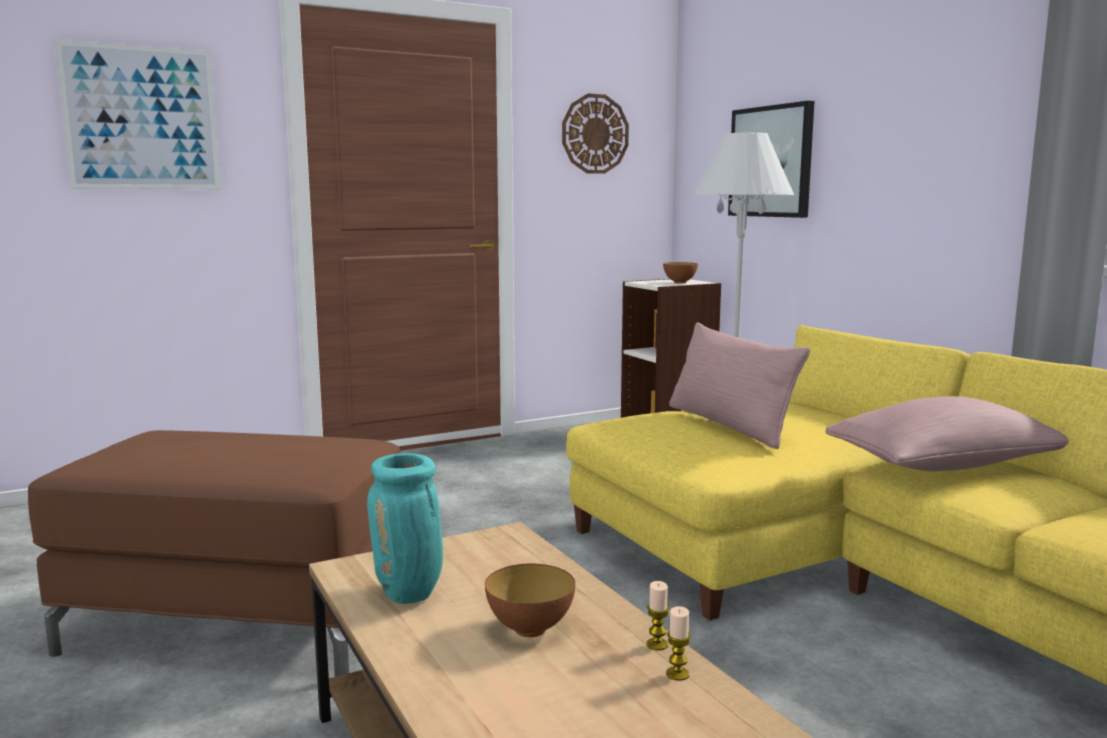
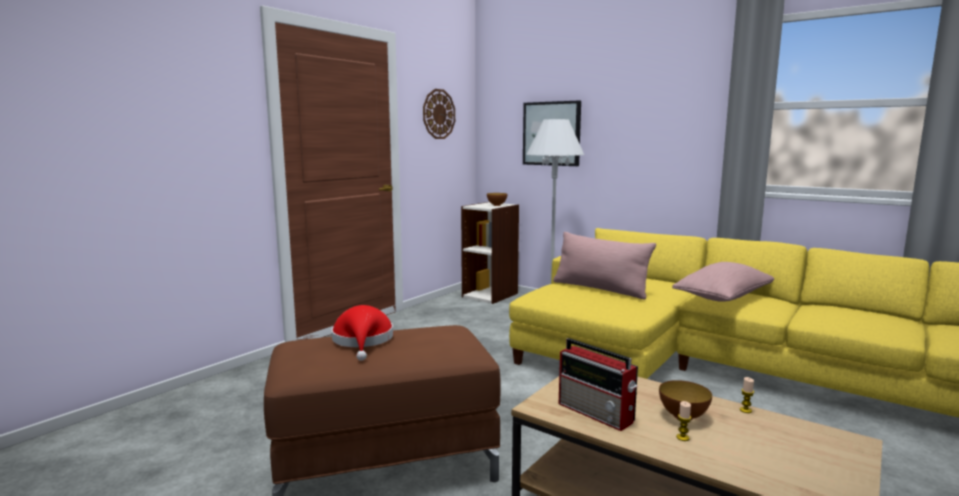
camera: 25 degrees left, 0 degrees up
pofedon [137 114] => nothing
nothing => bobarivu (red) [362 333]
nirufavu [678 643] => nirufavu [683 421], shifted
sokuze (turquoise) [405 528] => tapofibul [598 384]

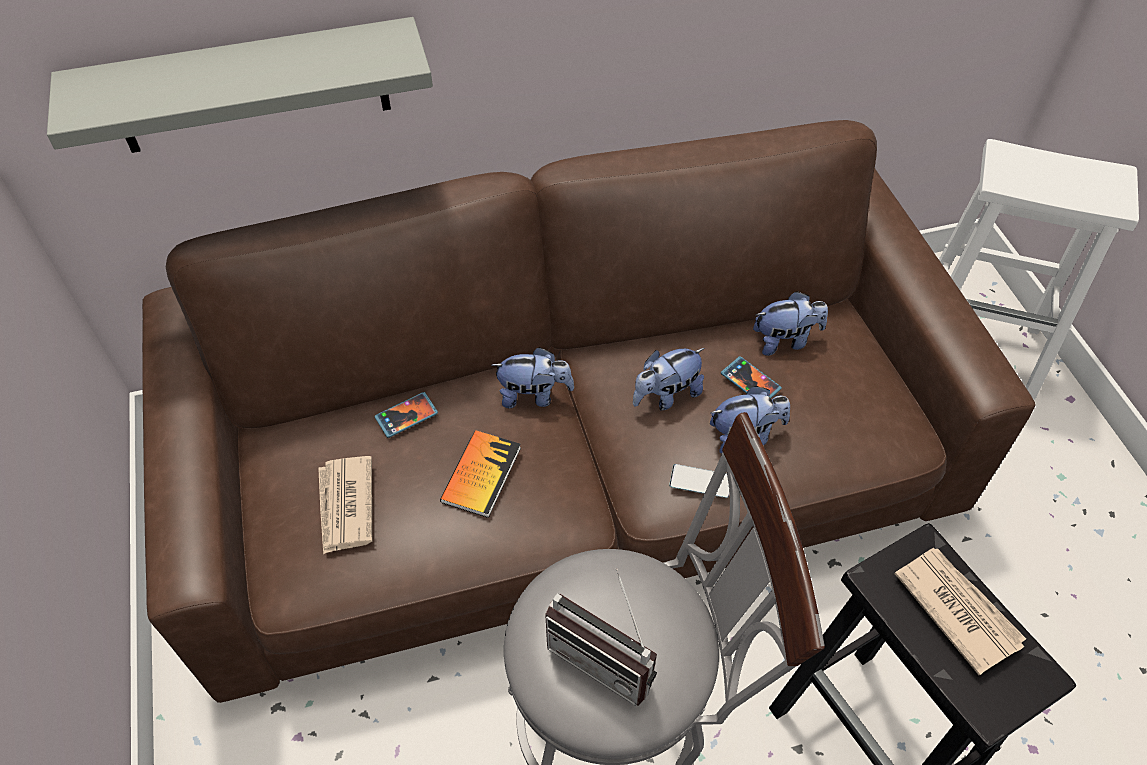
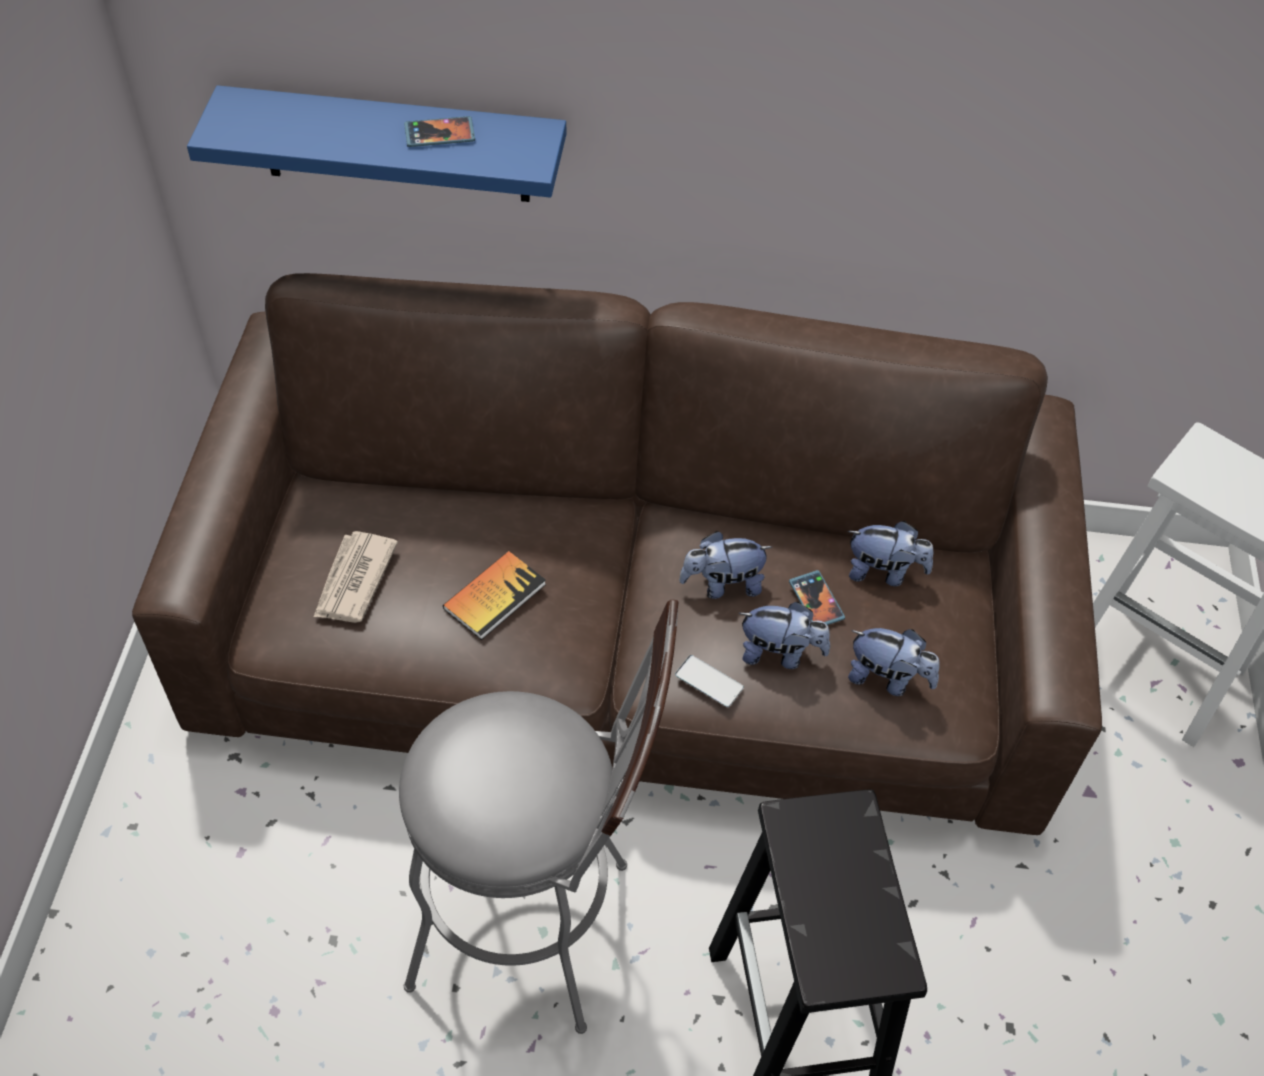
camera: 20 degrees right, 0 degrees up
tapofibul [601 637] => nothing
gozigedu [960 611] => nothing
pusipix [406 415] => pusipix [439 131], shifted
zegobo [533 377] => zegobo [894 662], shifted
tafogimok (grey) [240 85] => tafogimok (blue) [376 143]

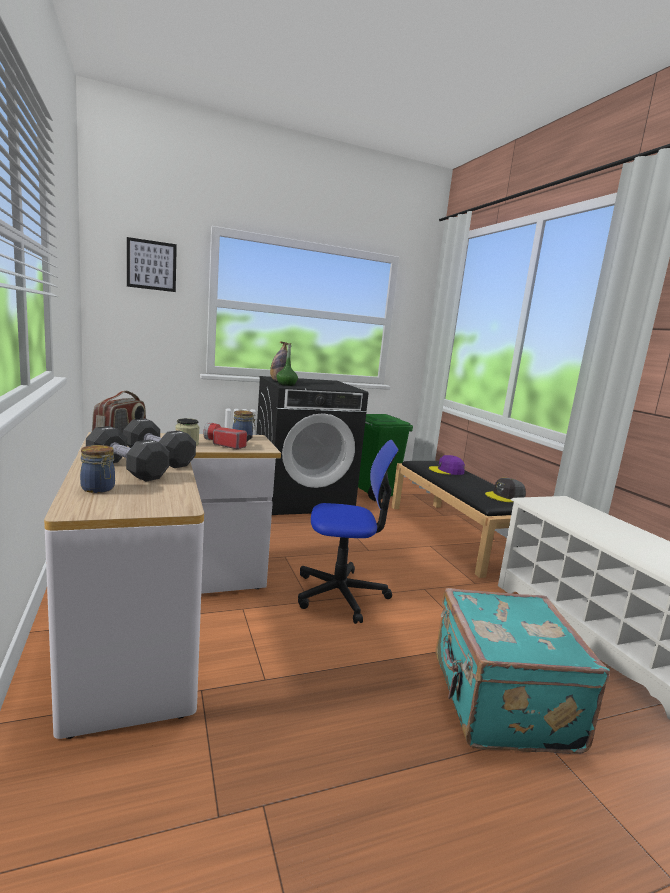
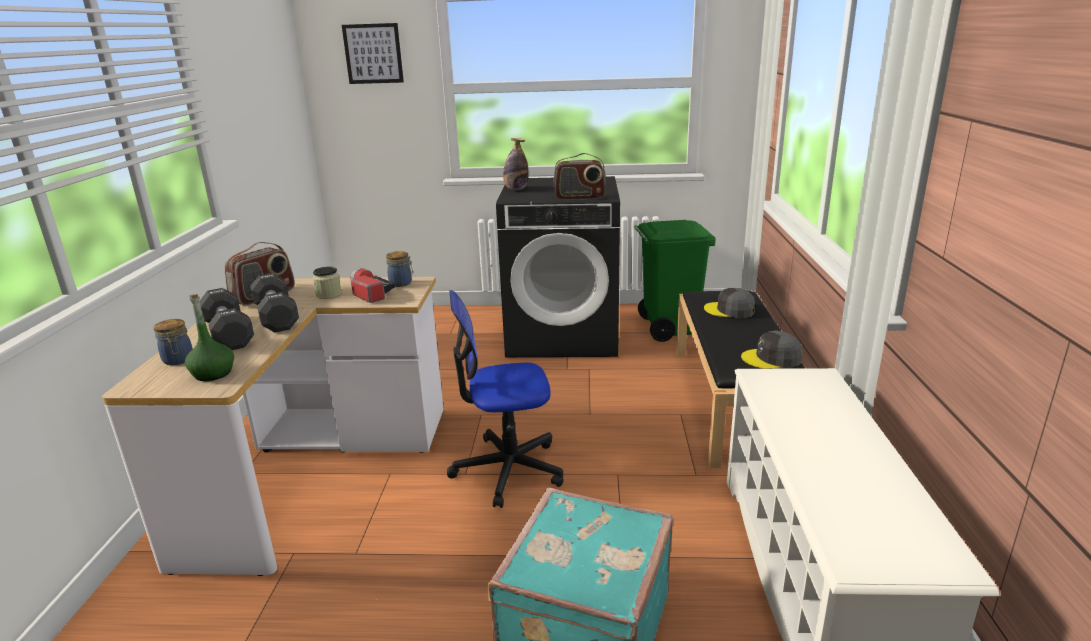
camera: 25 degrees right, 10 degrees up
nothing => tapofibul [579 176]
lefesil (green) [287 364] => lefesil (green) [209 337], shifted
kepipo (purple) [447 465] => kepipo (grey) [729 303]
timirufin [348 532] => timirufin [505 399], 150 degrees clockwise

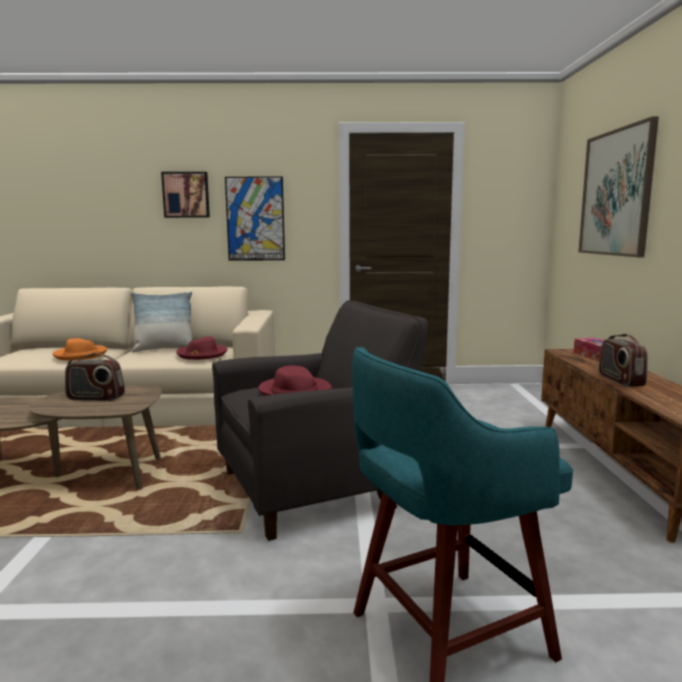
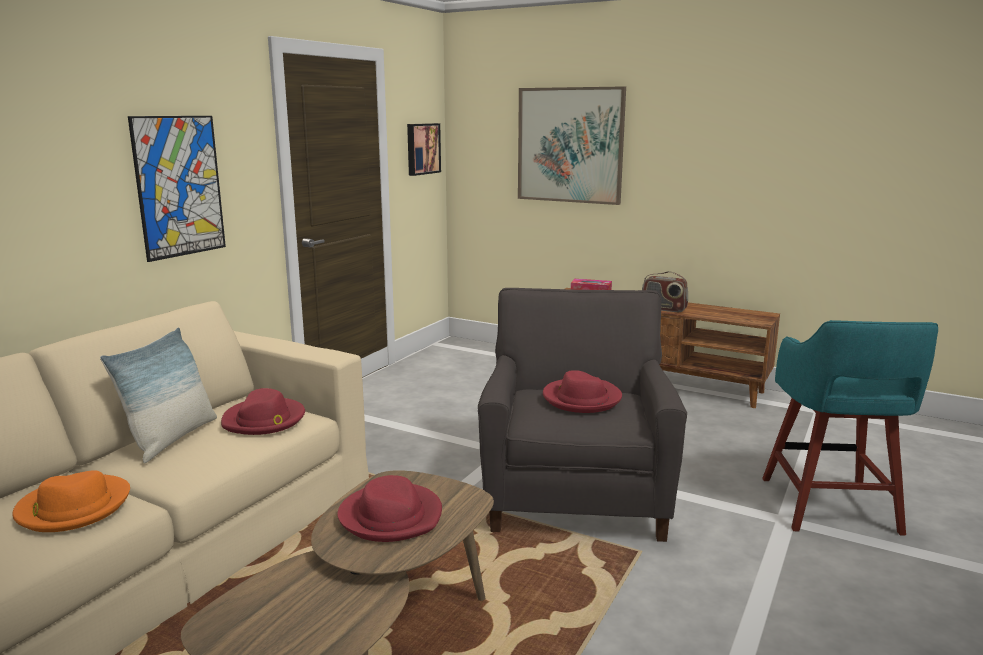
camera: 60 degrees left, 5 degrees up
pofedon [185 195] => pofedon [424 149], shifted
tapofibul [95 377] => bobarivu (red) [389 508]

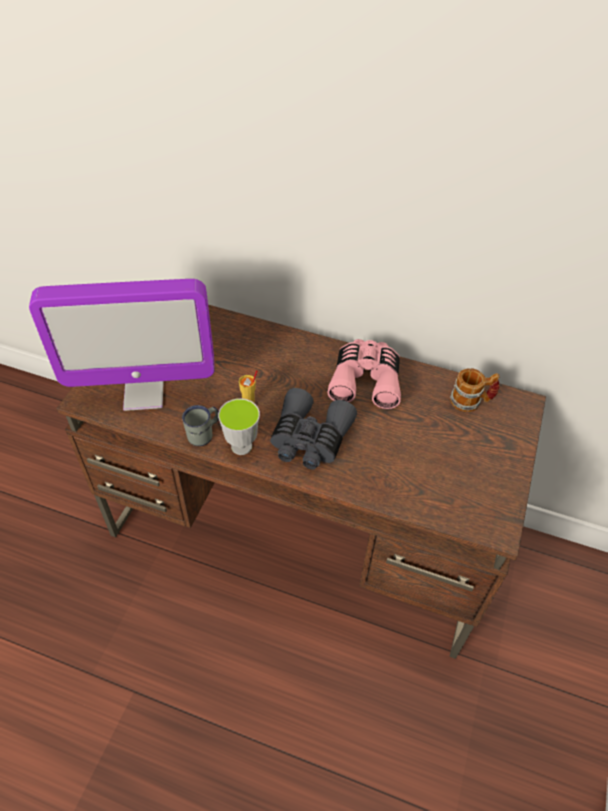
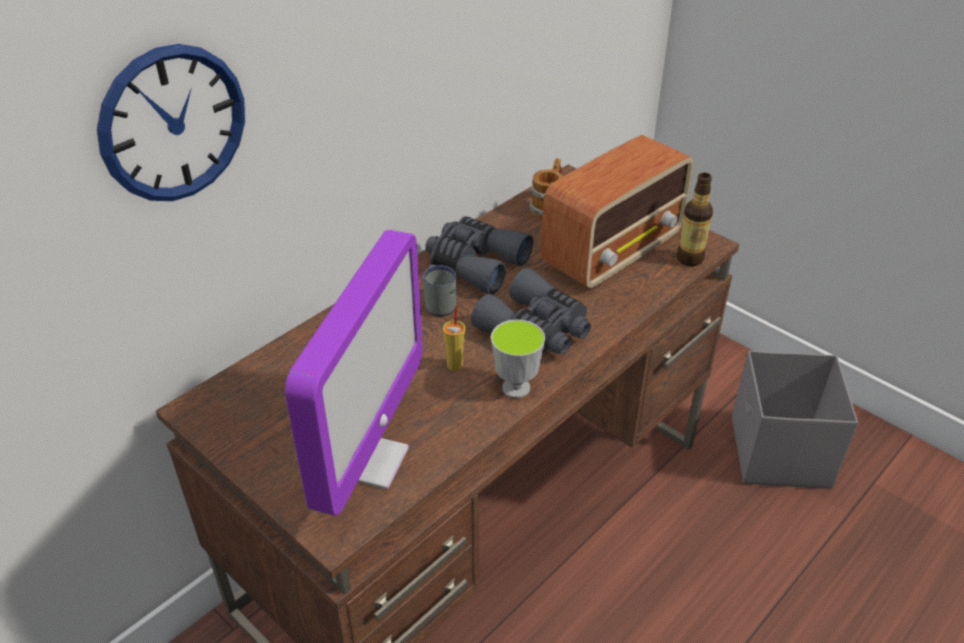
camera: 65 degrees left, 10 degrees down
nothing => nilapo [171 122]
nothing => tapofibul [617 212]
nothing => lefesil [694 219]
nothing => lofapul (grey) [795 420]
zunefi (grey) [200 425] => zunefi (grey) [440 290], shifted
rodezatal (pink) [364 374] => rodezatal (grey) [479 255]

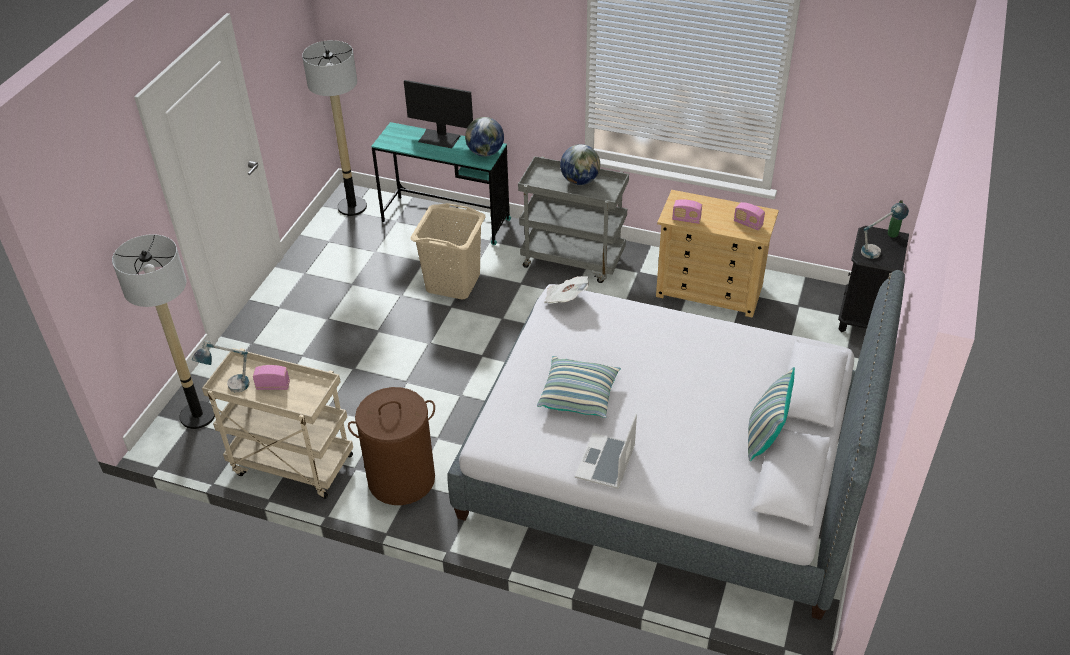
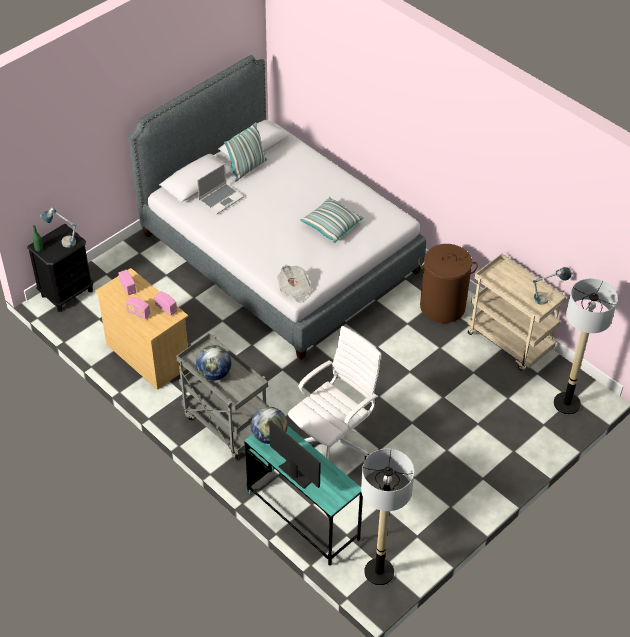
camera: 155 degrees left, 5 degrees up
tapofibul [271 377] => tapofibul [138 308], shifted
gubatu [606 451] => gubatu [220 188], shifted
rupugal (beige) [448 251] => timirufin (white) [335 392]

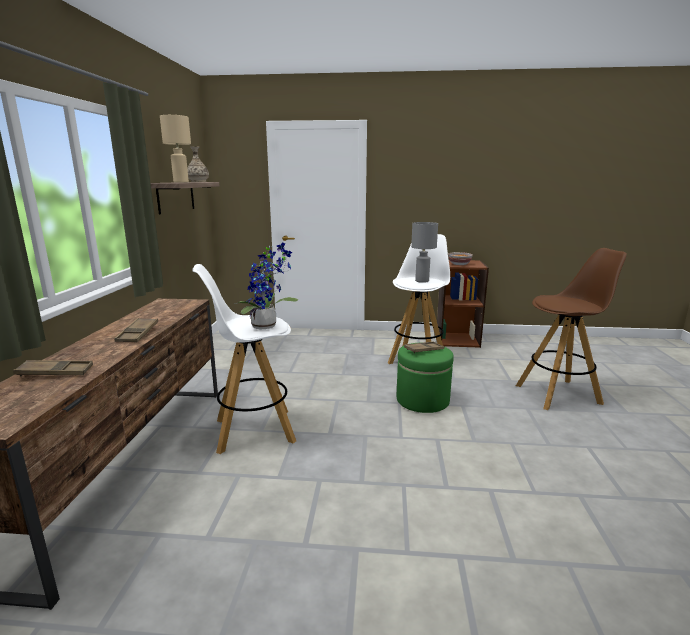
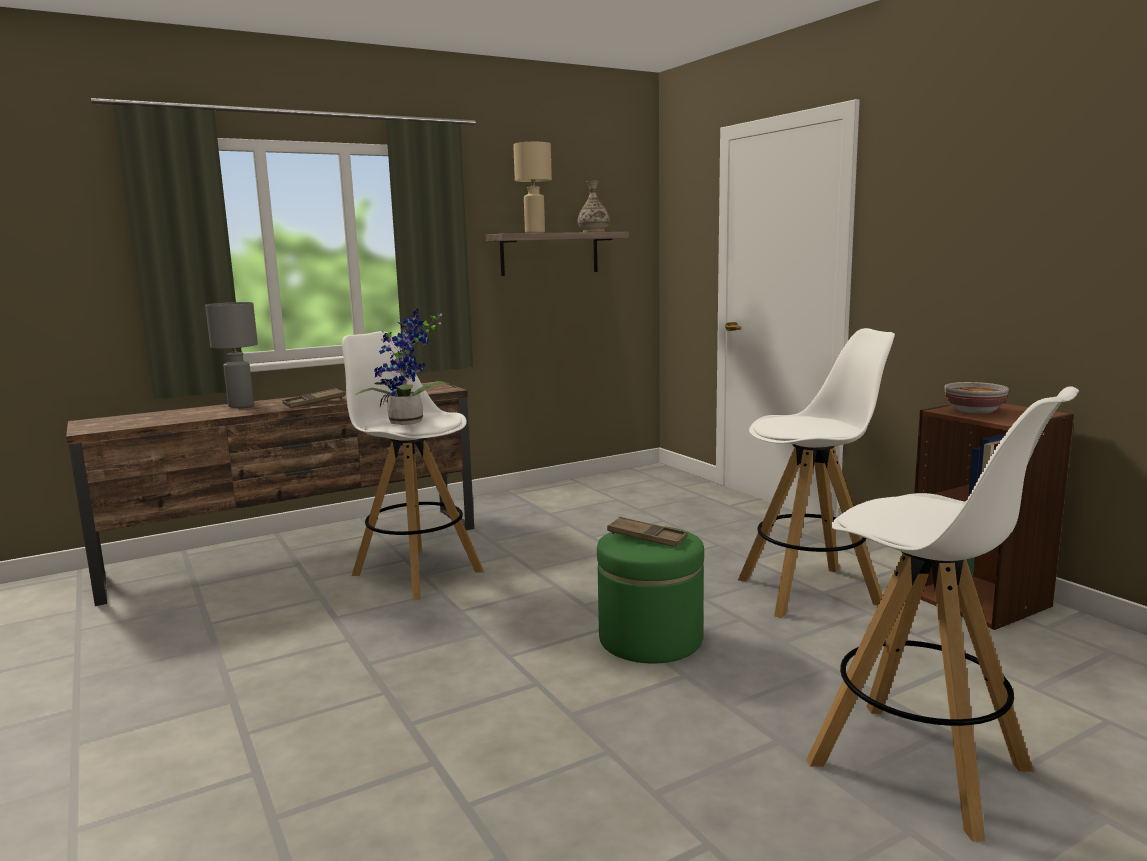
camera: 55 degrees right, 5 degrees down
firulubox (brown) [53 368] => nothing
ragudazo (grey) [424 252] => ragudazo (grey) [231 355], shifted
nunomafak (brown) [571 329] => nunomafak (white) [942 613]

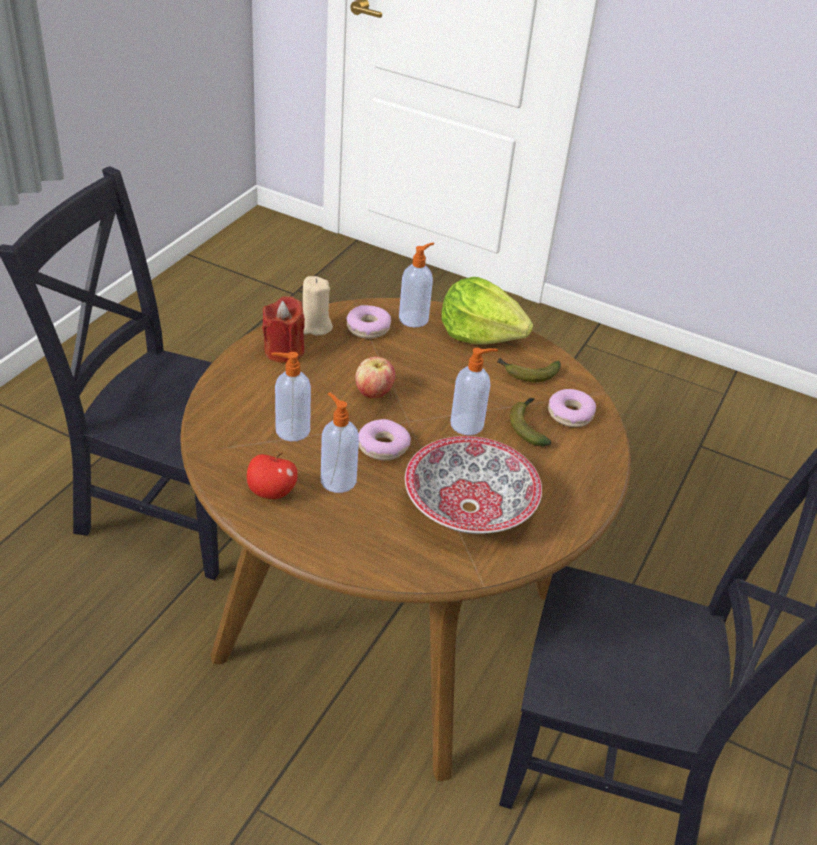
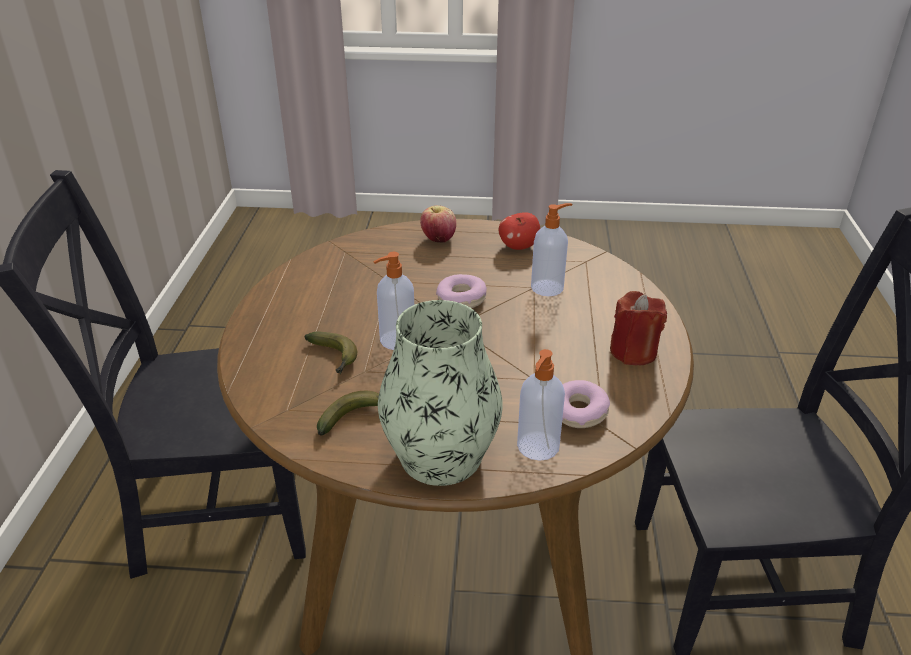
camera: 160 degrees right, 5 degrees down
nirufavu (beige) [318 306] => nothing
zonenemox [340 442] => nothing
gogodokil [473 485] => nothing
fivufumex [572 408] => nothing
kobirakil [375 377] => kobirakil [438 224], shifted
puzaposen [487 310] => sokuze [440 393]

